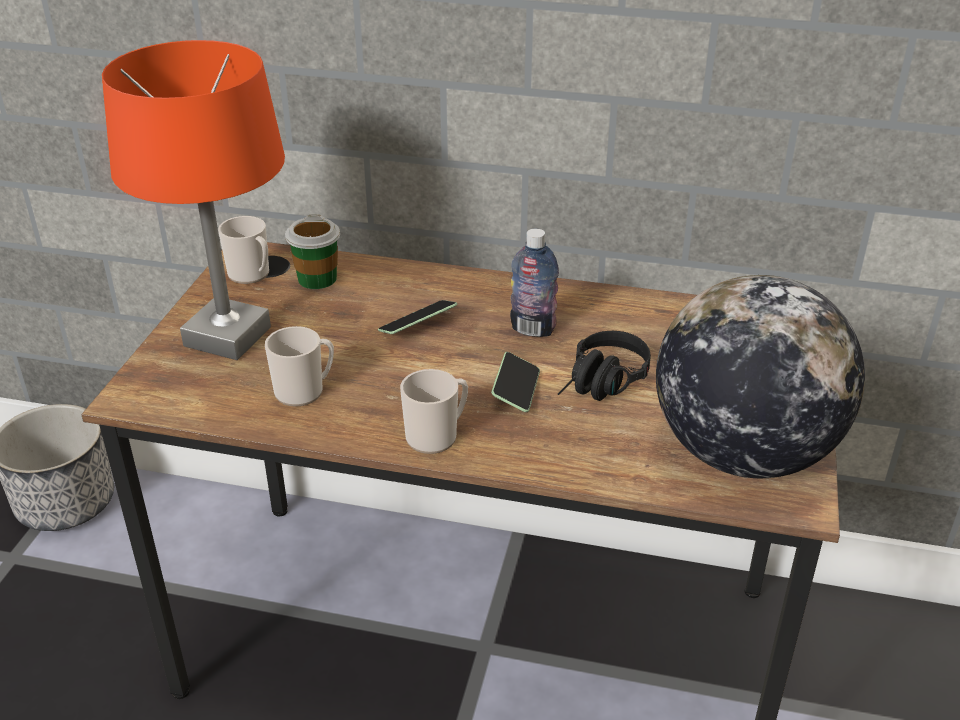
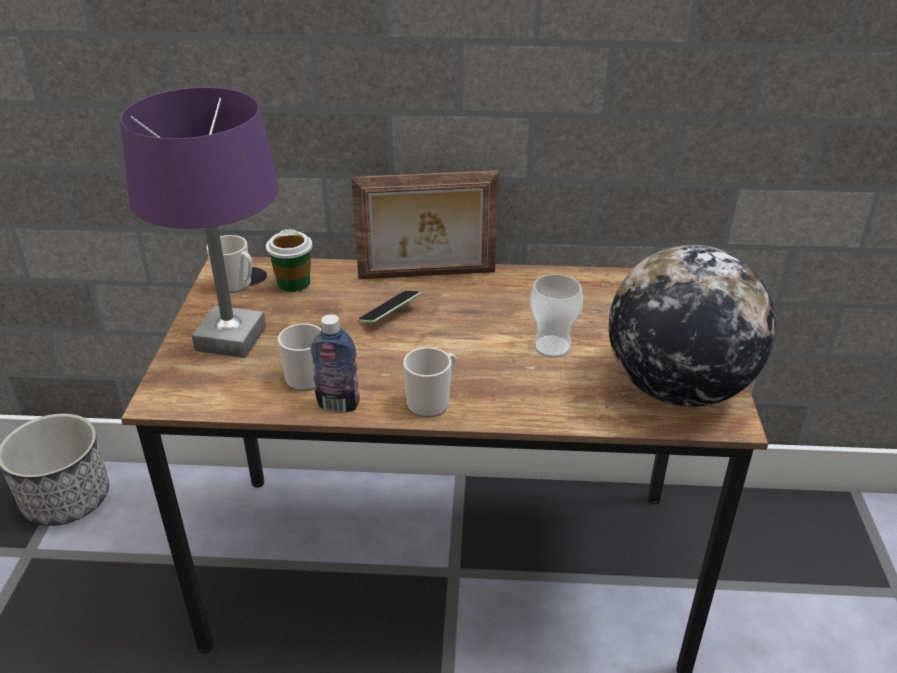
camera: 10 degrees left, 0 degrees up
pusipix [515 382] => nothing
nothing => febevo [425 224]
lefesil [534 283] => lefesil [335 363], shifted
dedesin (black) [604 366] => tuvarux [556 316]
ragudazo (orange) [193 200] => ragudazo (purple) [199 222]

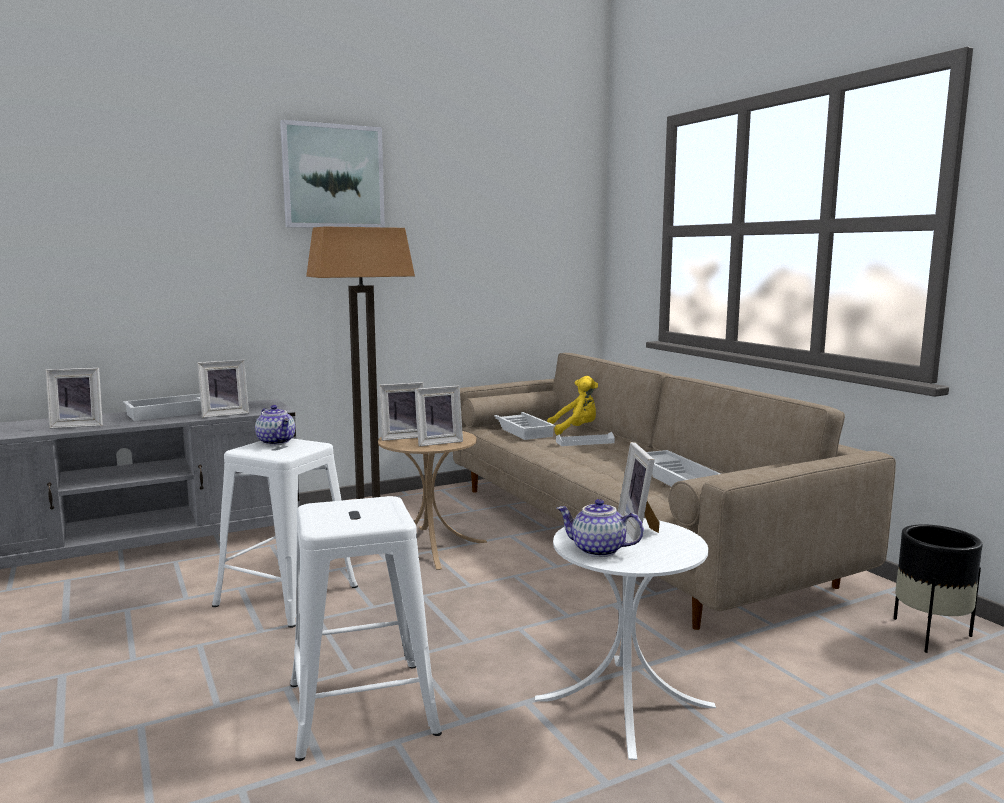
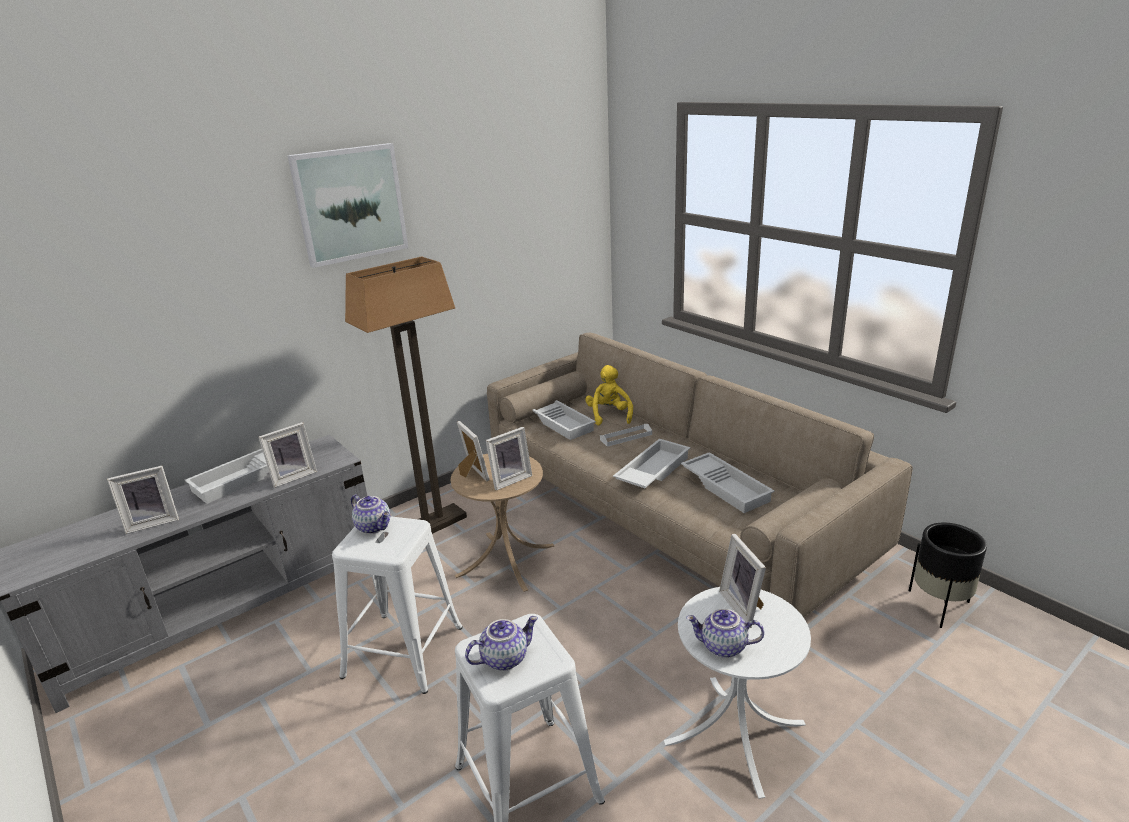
camera: 10 degrees left, 15 degrees up
nothing => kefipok [501 643]
nothing => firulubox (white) [652 463]
febevo [401 411] => febevo [473 451], 90 degrees counterclockwise
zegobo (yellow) [572 405] => zegobo (yellow) [609 395], 75 degrees counterclockwise

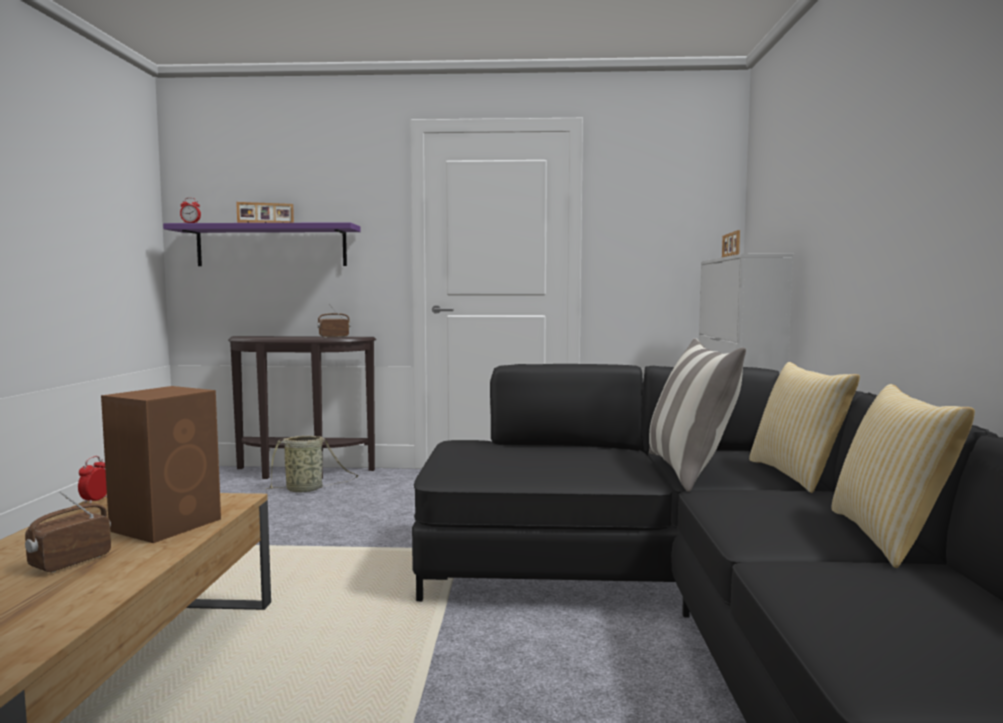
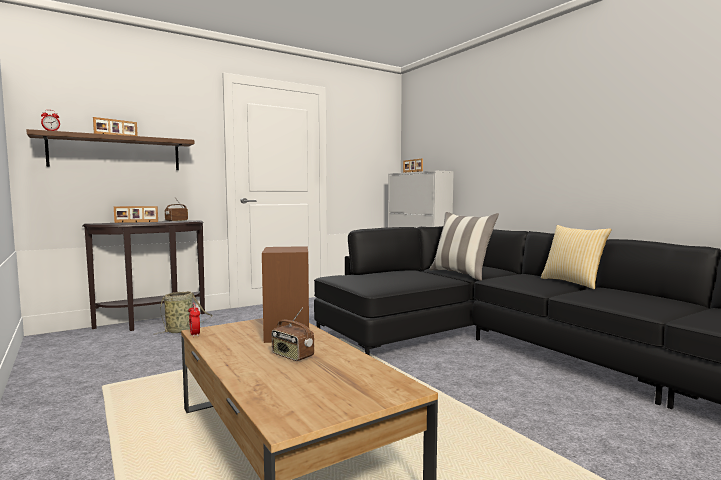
camera: 35 degrees left, 0 degrees up
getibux [804 427] => nothing
nothing => febevo [136 214]
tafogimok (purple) [262 244] => tafogimok (brown) [110 149]
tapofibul [68 532] => tapofibul [293 334], 45 degrees counterclockwise

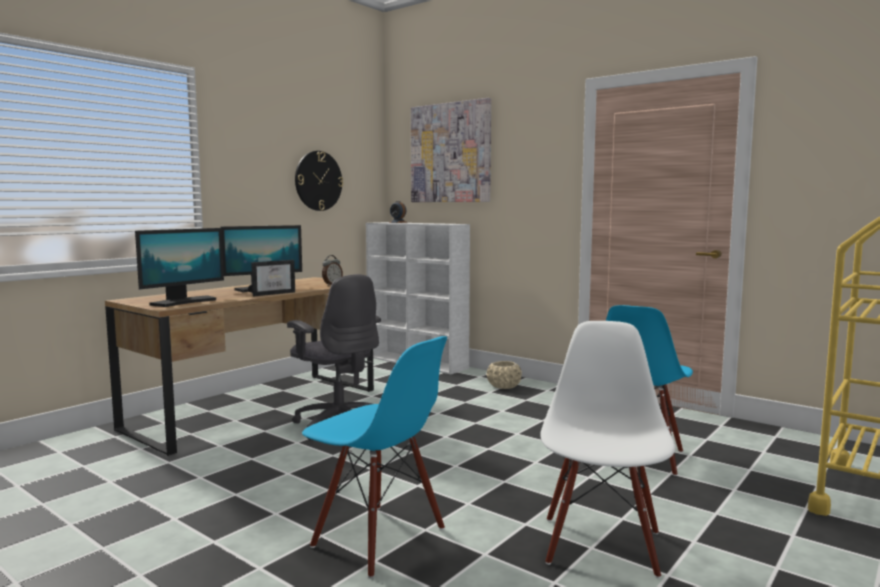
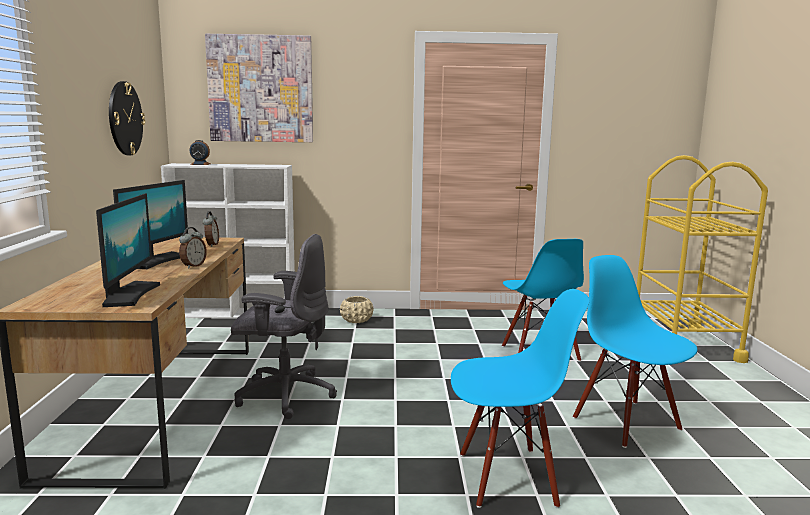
camera: 40 degrees left, 5 degrees up
febevo [271 278] => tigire [193 248]
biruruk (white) [607 449] => biruruk (blue) [635 351]

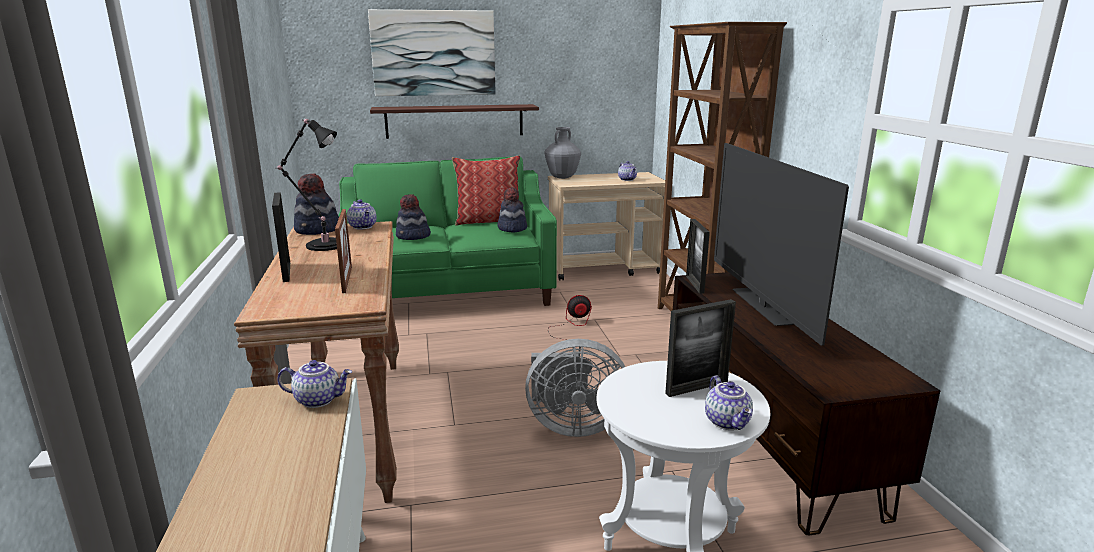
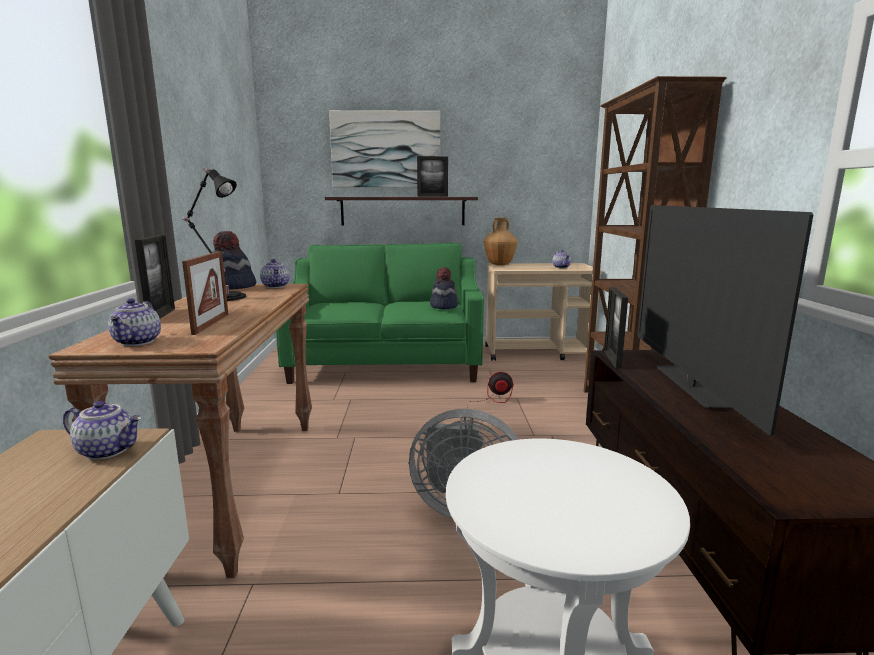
camera: 10 degrees right, 5 degrees down
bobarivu [413 217] => nothing
getibux [486 190] => nothing
febevo [700 348] => febevo [432 176], shifted
kefipok [729 403] => kefipok [134 322], shifted
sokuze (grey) [563 153] => sokuze (brown) [501 242]

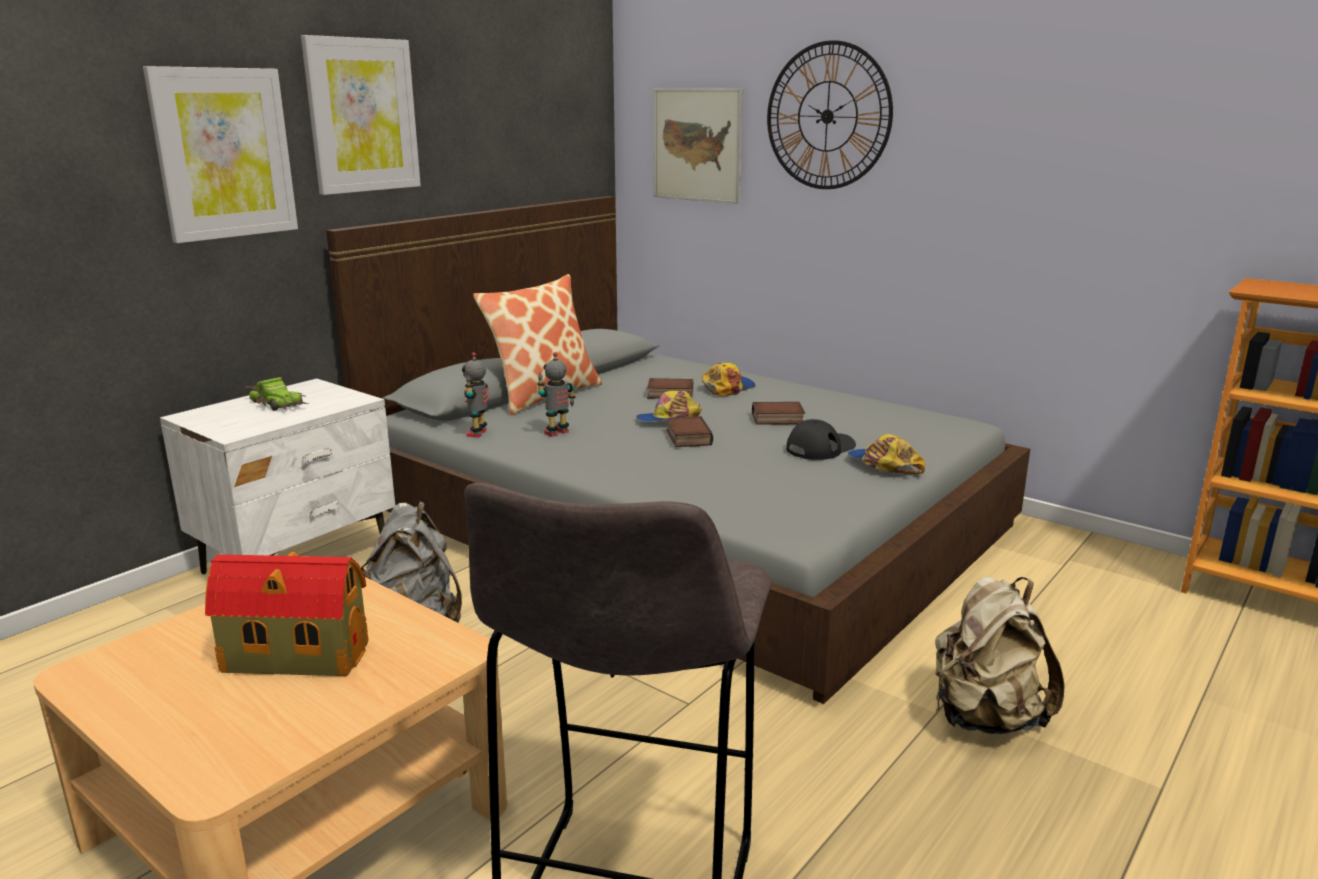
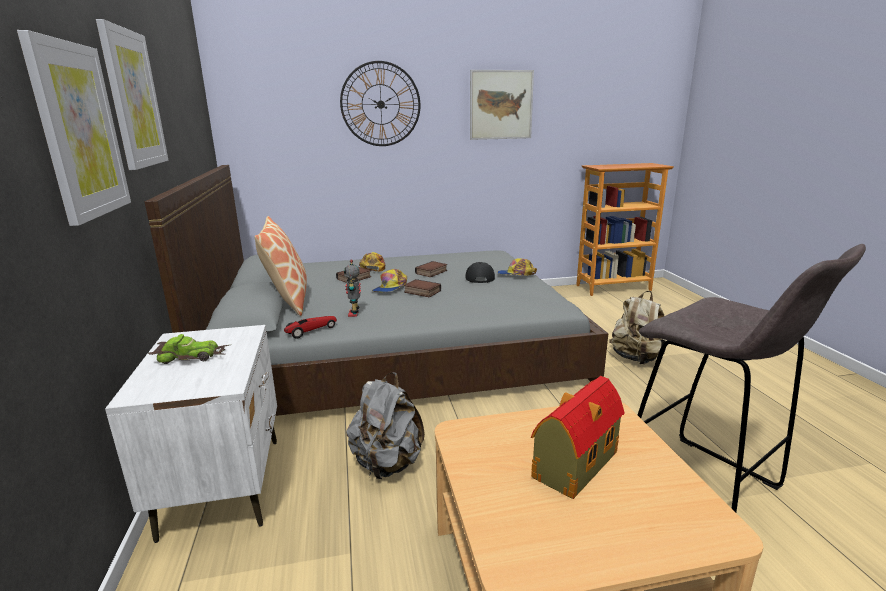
camera: 50 degrees left, 0 degrees up
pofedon [698 146] => pofedon [502 105], shifted
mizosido [475 394] => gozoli [310 327]

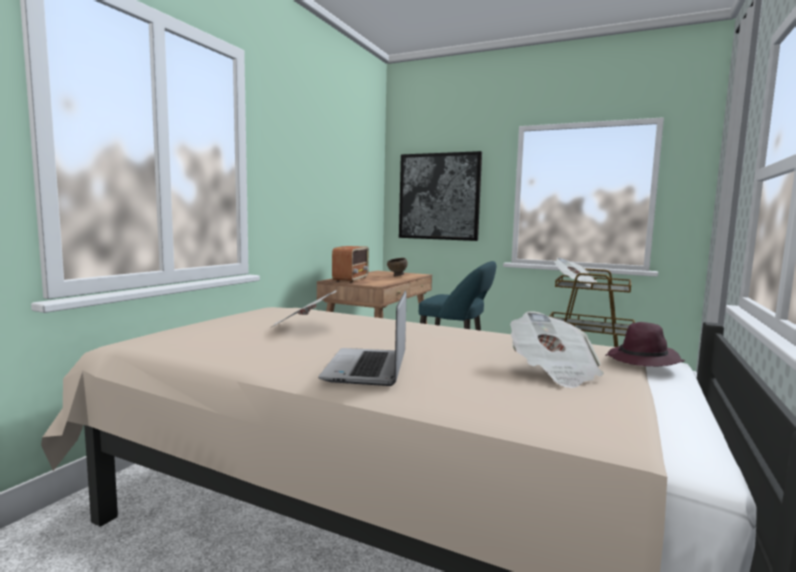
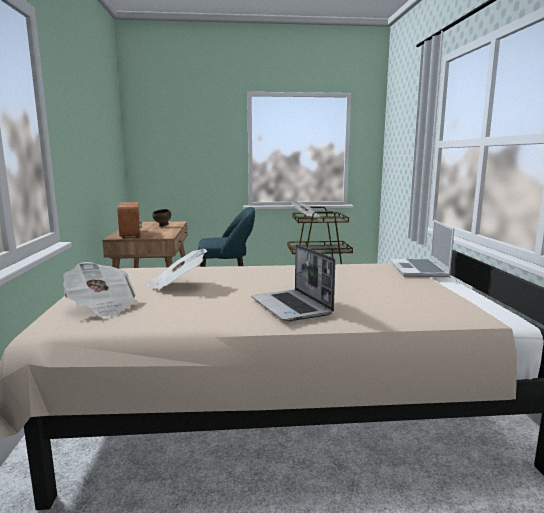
camera: 30 degrees left, 5 degrees up
pofedon [440 196] => nothing
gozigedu [557 349] => gozigedu [100 290], shifted
bobarivu (purple) [645 344] => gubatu [422 248]

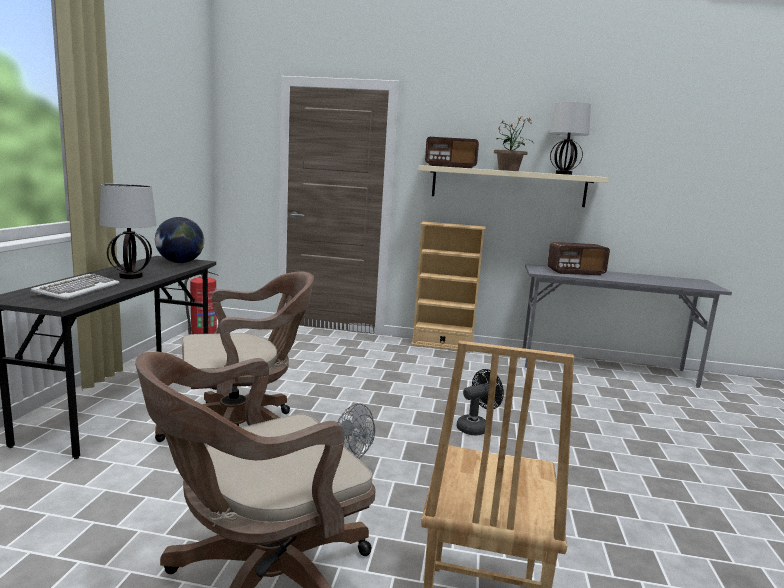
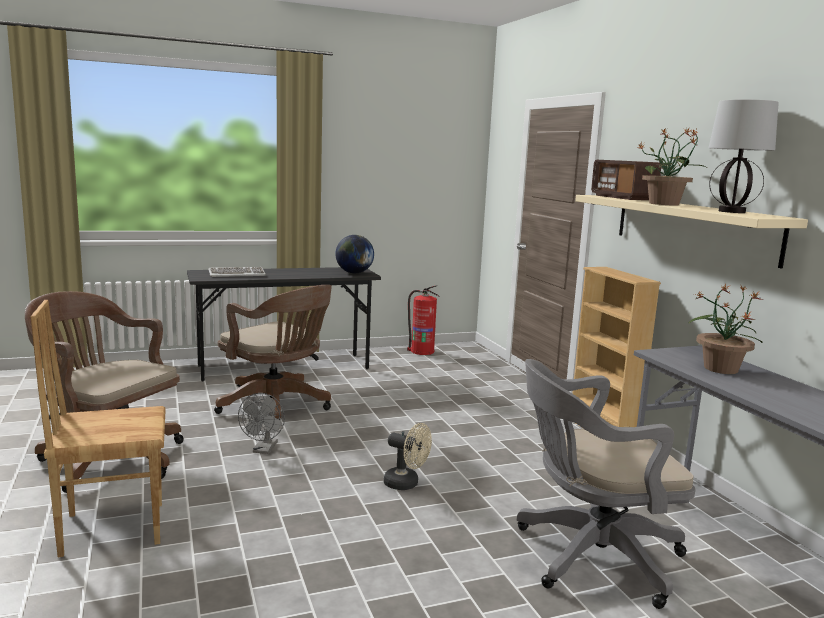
camera: 60 degrees right, 0 degrees up
ragudazo [128 231] => nothing
nothing => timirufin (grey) [606 484]
tapofibul [578 258] => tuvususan [726 329]
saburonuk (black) [480 402] => saburonuk (beige) [408 456]

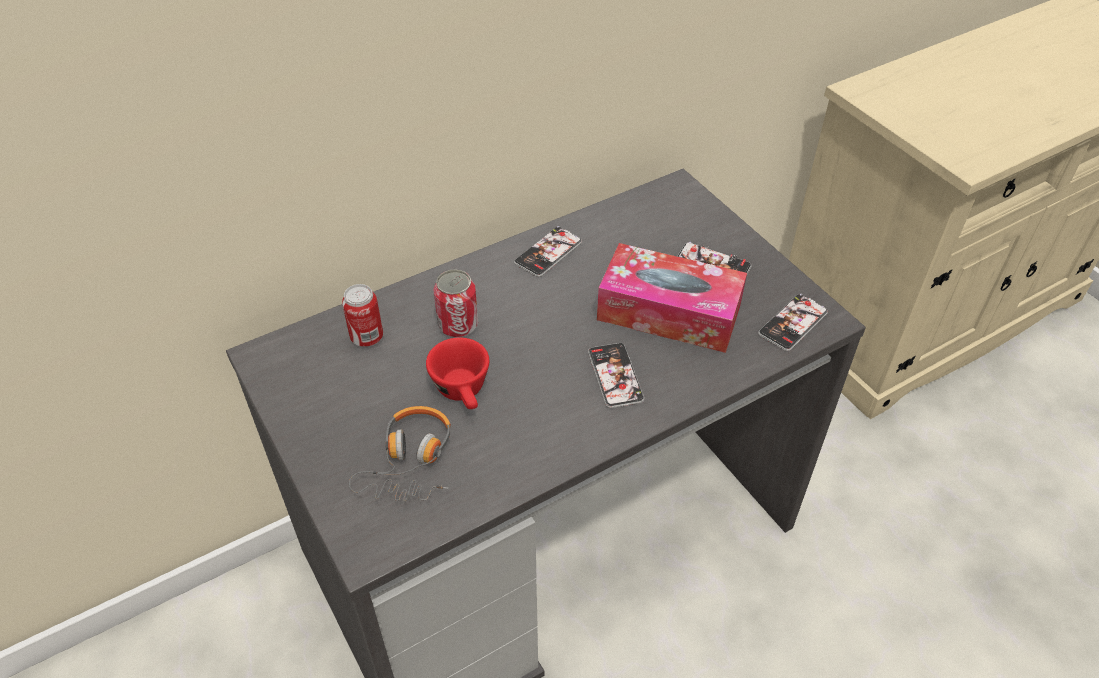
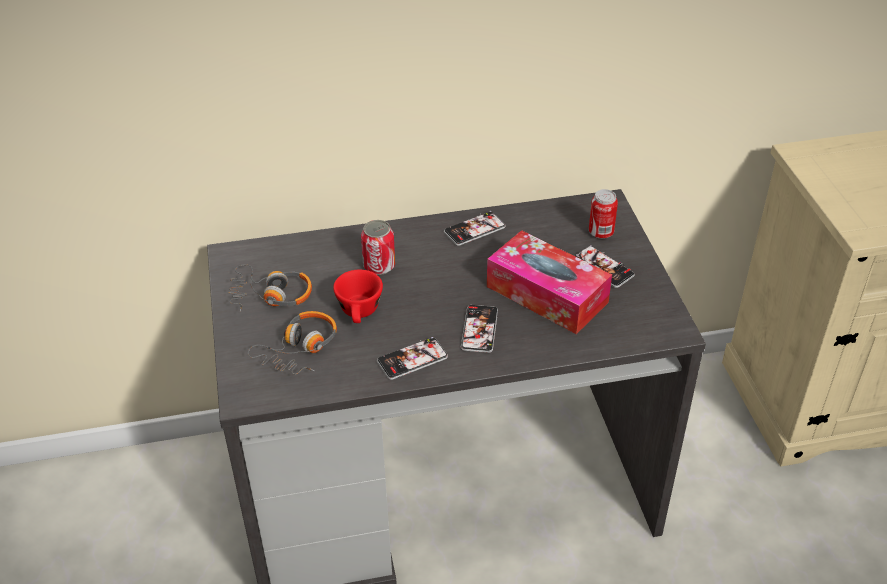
camera: 20 degrees right, 5 degrees down
nothing => dedesin [270 288]
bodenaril [362 315] => bodenaril [603 214], shifted
pusipix [793 322] => pusipix [412 358], shifted

